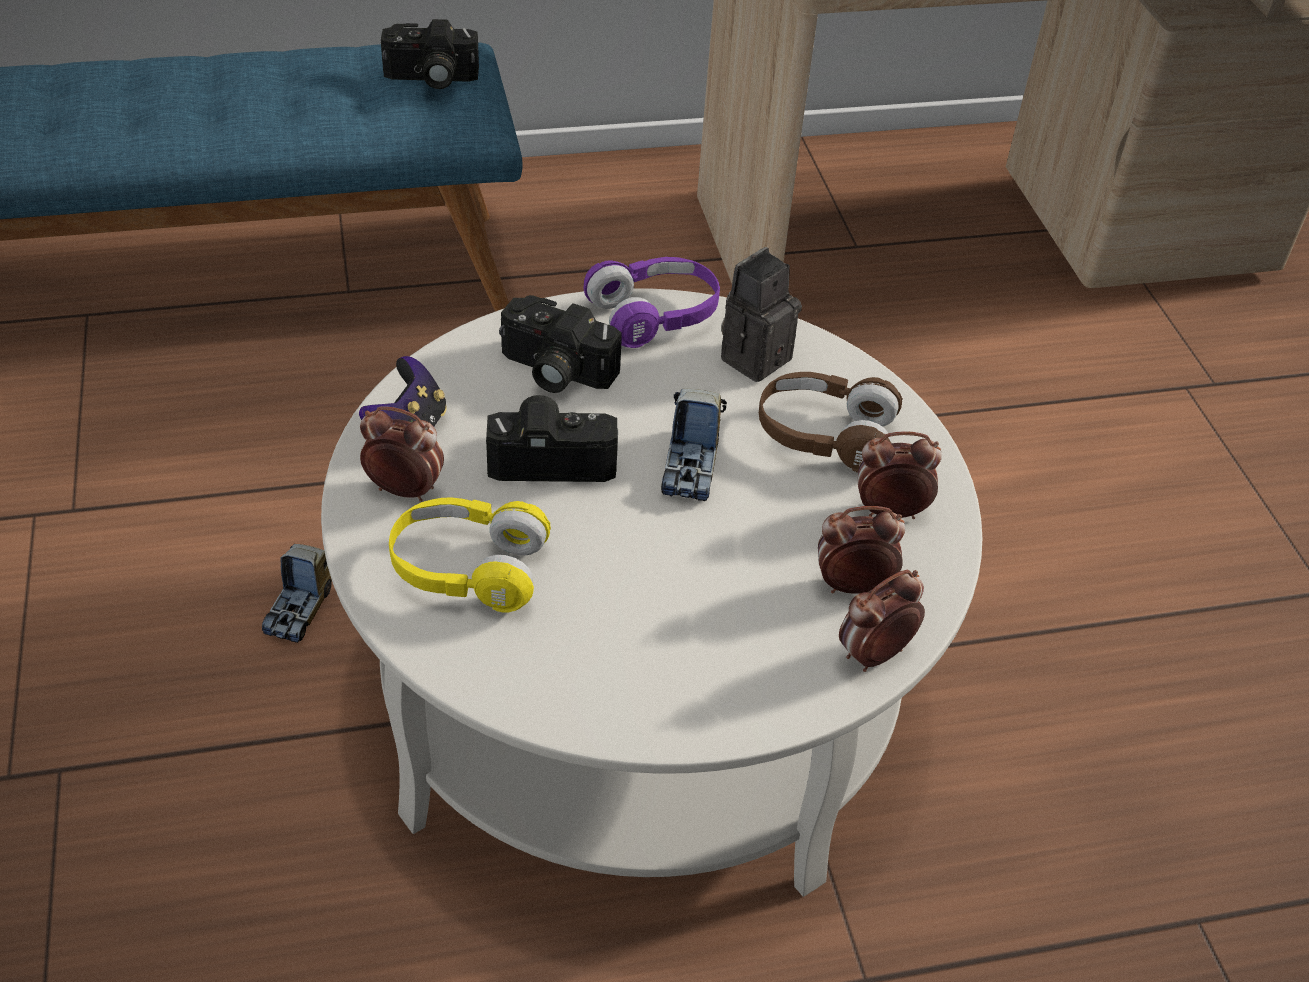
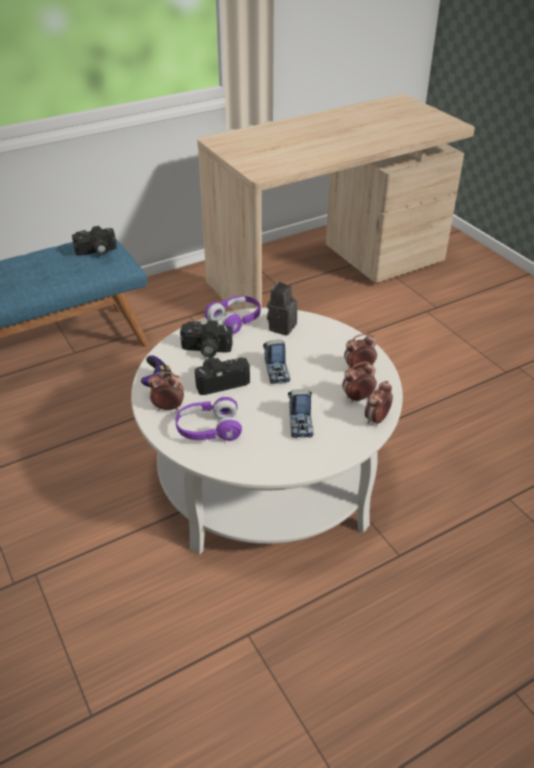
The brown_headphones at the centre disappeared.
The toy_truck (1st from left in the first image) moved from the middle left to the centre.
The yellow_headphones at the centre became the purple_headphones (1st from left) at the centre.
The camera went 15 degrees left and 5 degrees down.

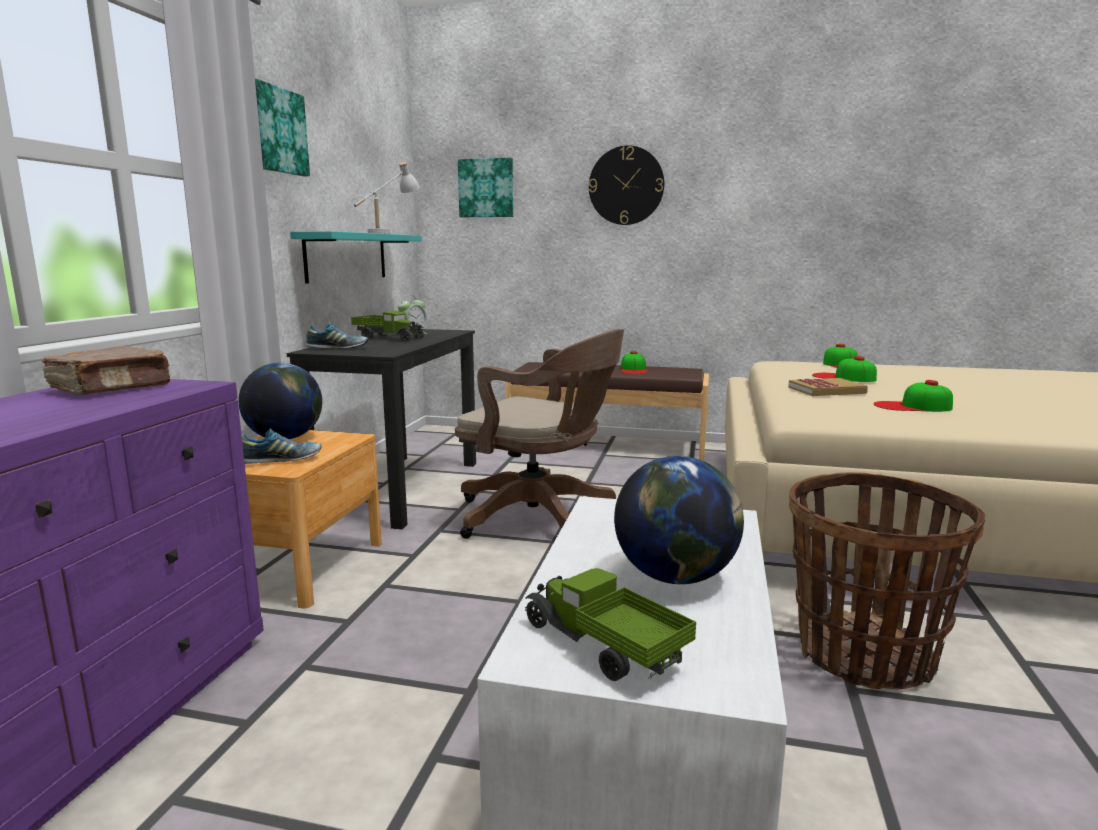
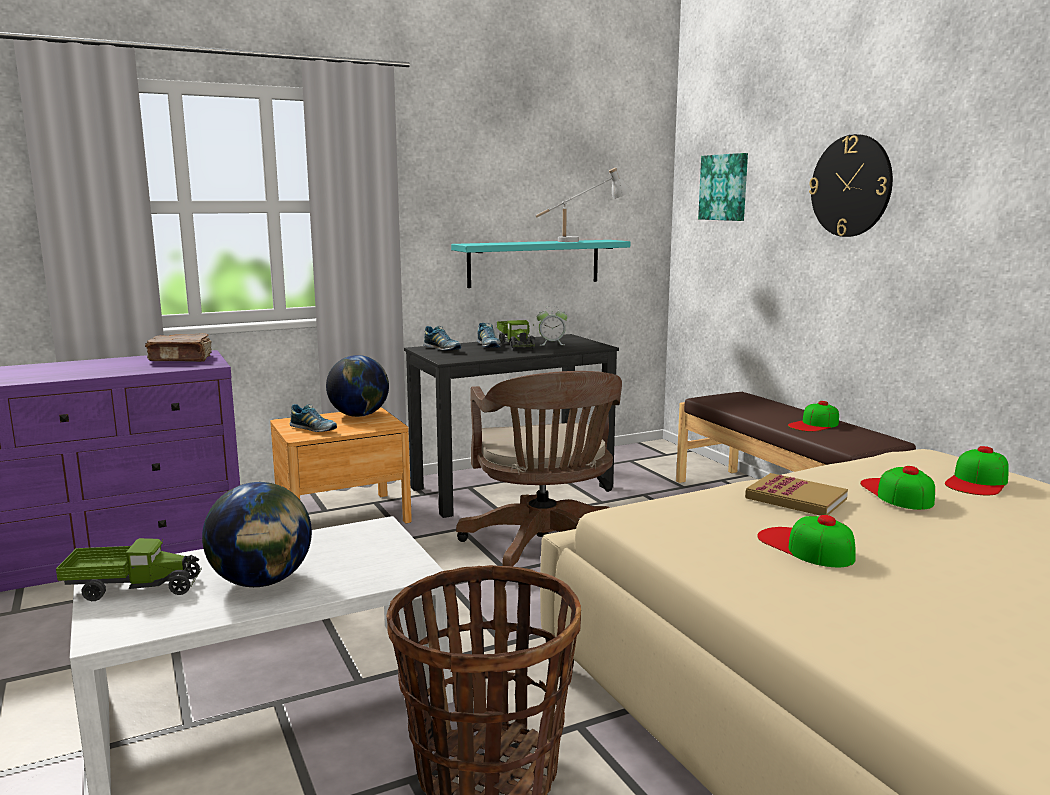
The picture (1st from left) at the top left disappeared.
The shoe (3rd from left) at the centre appeared.
The toy_truck (2nd from left in the first image) at the bottom centre turned 75 degrees clockwise.
The camera went 50 degrees right and 0 degrees up.

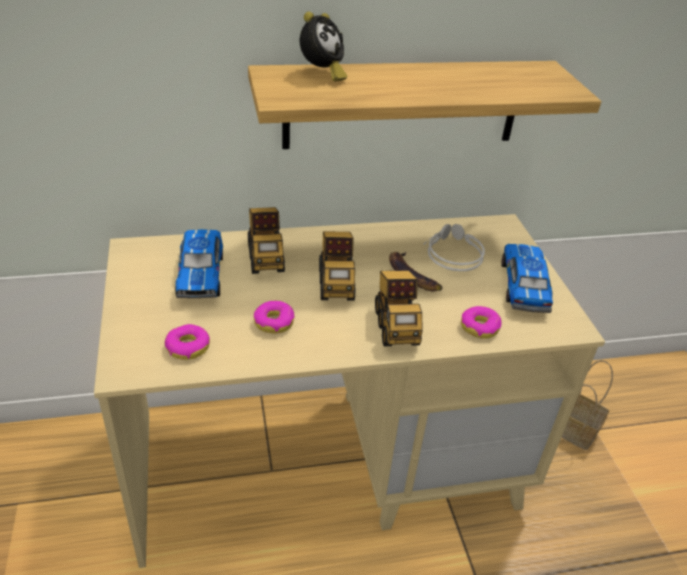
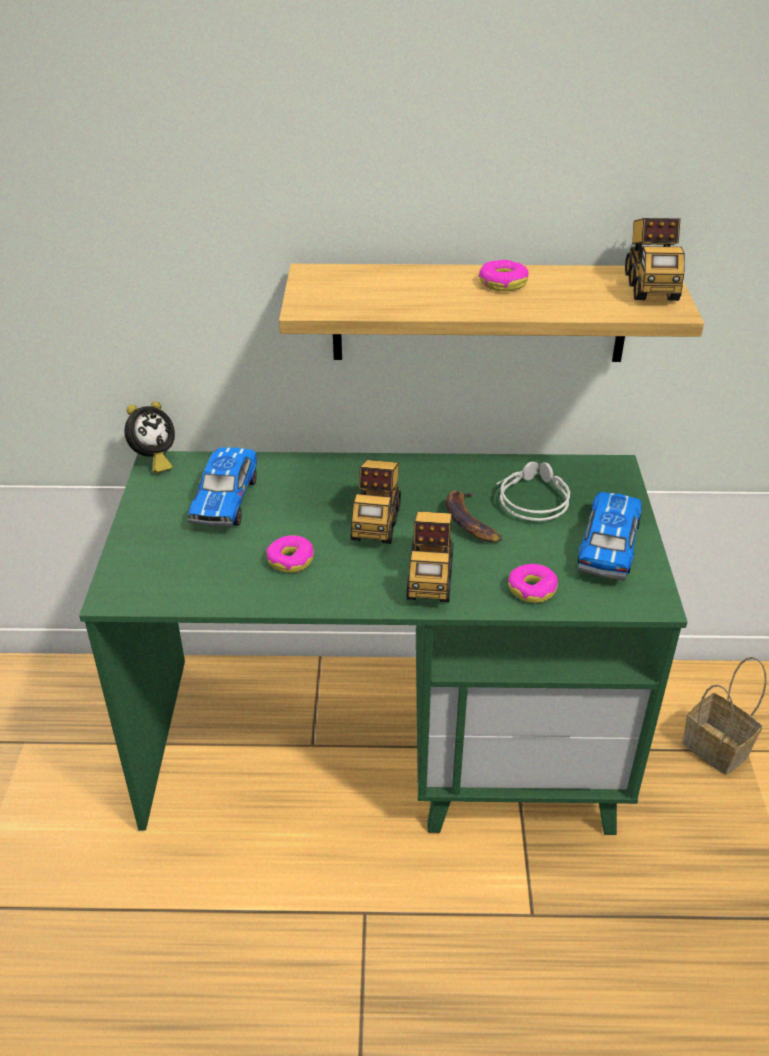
The donut (1st from left in the first image) moved from the middle left to the top centre.
The toy_truck (1st from left in the first image) moved from the centre to the top right.
The alarm_clock moved from the top centre to the middle left.
The beige_desk at the bottom centre became the green_desk at the centre.
The camera went 15 degrees right and 0 degrees up.

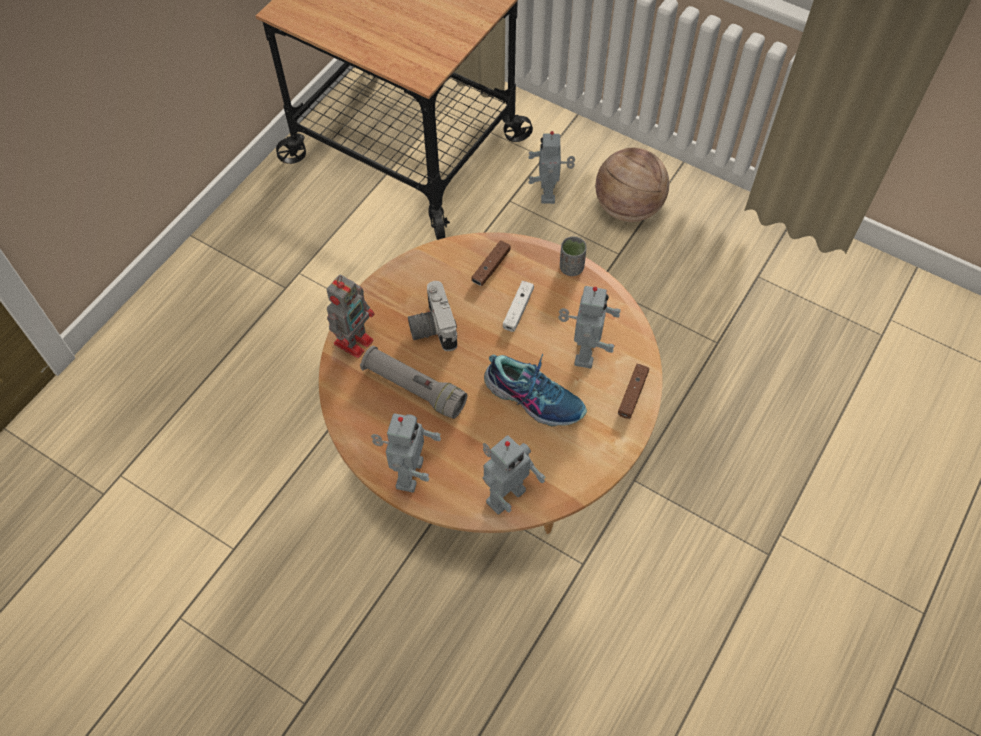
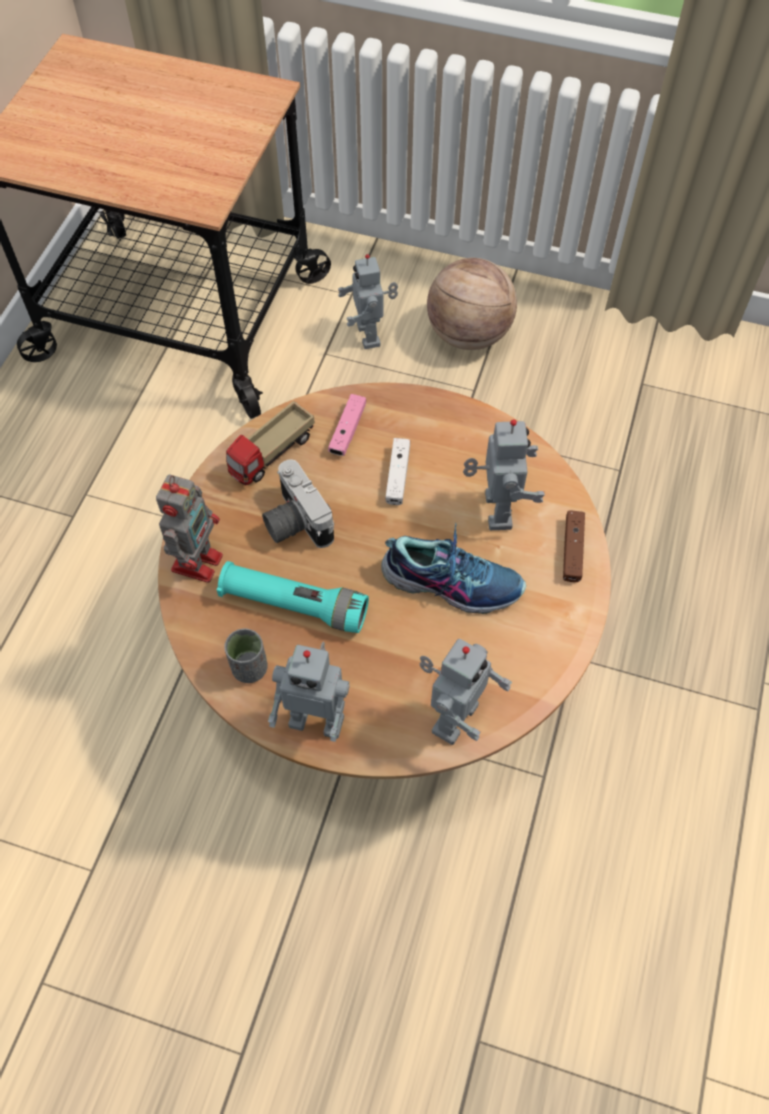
The toy_truck at the centre appeared.
The grey_cup moved from the centre to the middle left.
The grey_flashlight at the centre became the turquoise_flashlight at the centre.
The brown_game_controller (1st from left) at the centre became the pink_game_controller at the centre.
The toy_robot (2nd from left) at the centre turned 105 degrees clockwise.
The camera went 15 degrees left and 0 degrees up.

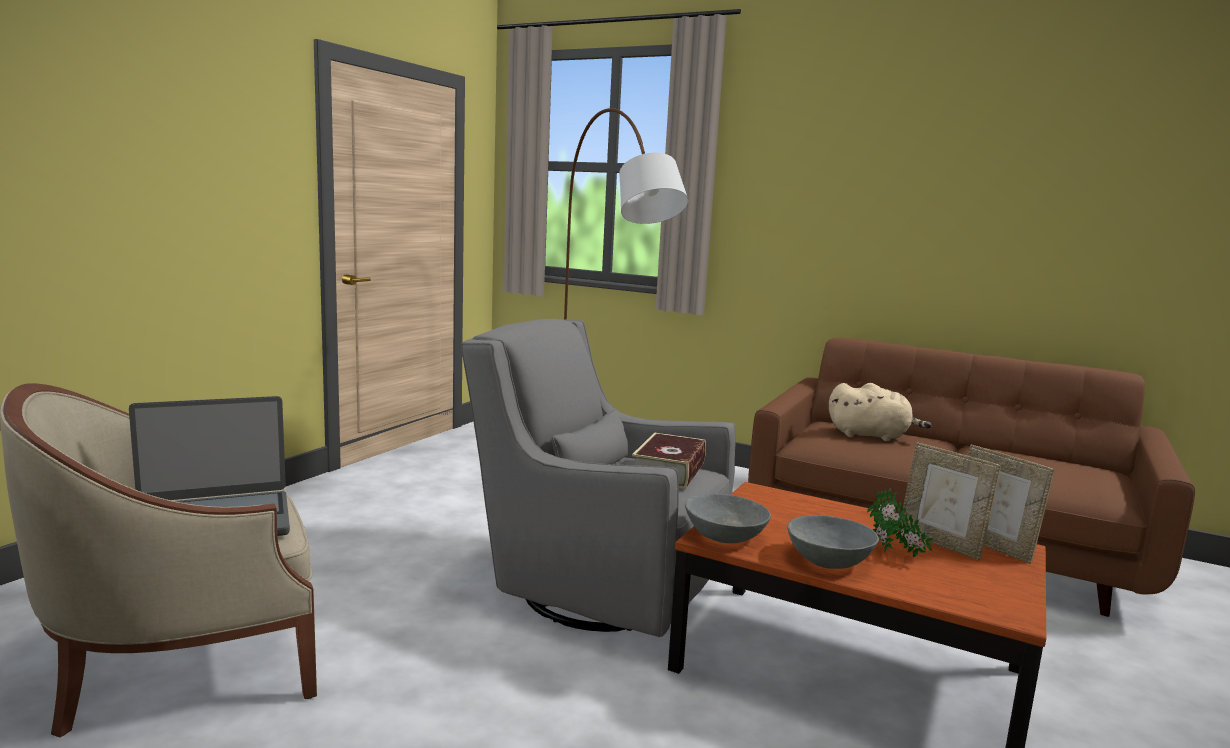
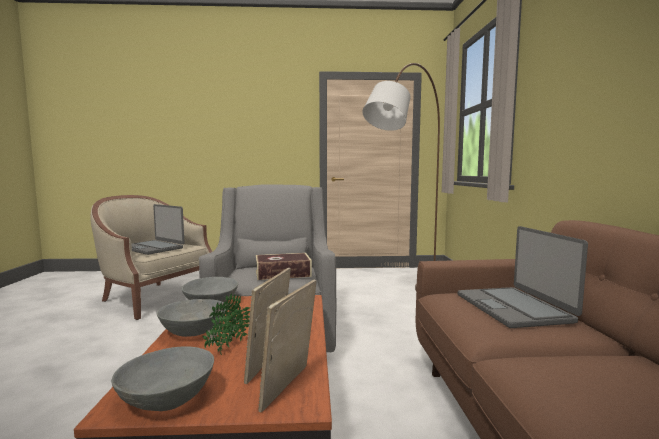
The grey_bowl (1st from left) at the bottom left appeared.
The beige_plush_toy at the middle right was replaced by the laptop (2nd from left) at the middle right.
The camera went 60 degrees right and 5 degrees down.

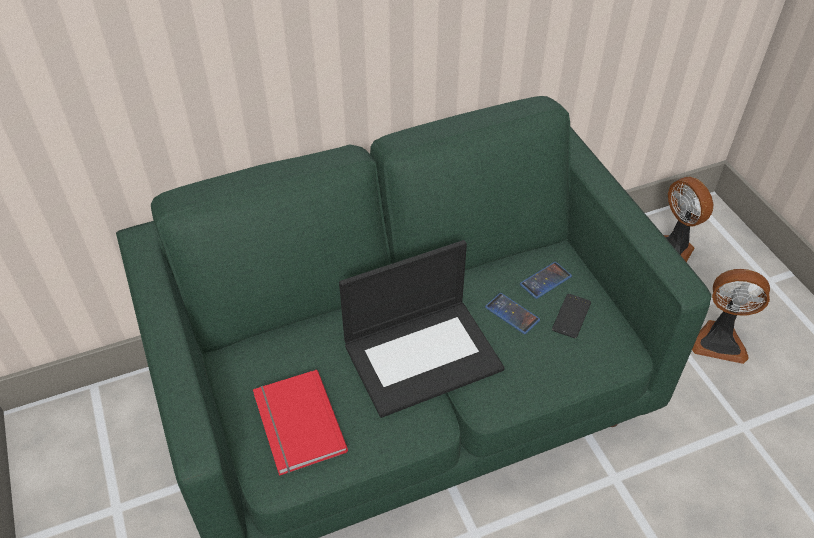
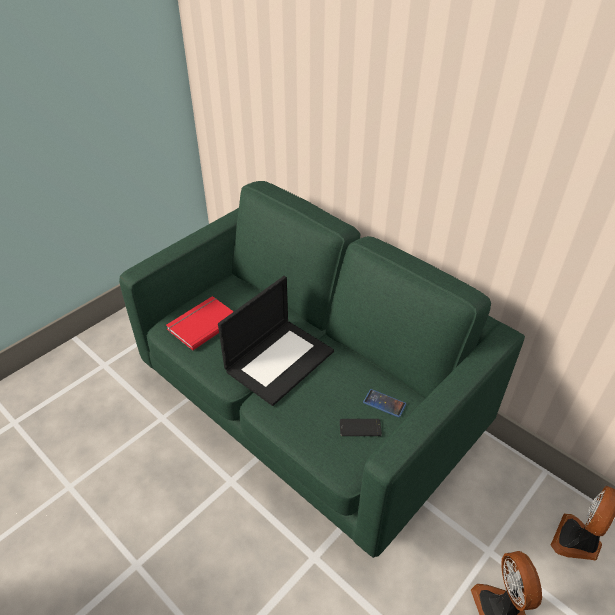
The phone (1st from left) at the centre disappeared.
The laptop at the centre turned 90 degrees counterclockwise.
The camera went 65 degrees right and 5 degrees down.

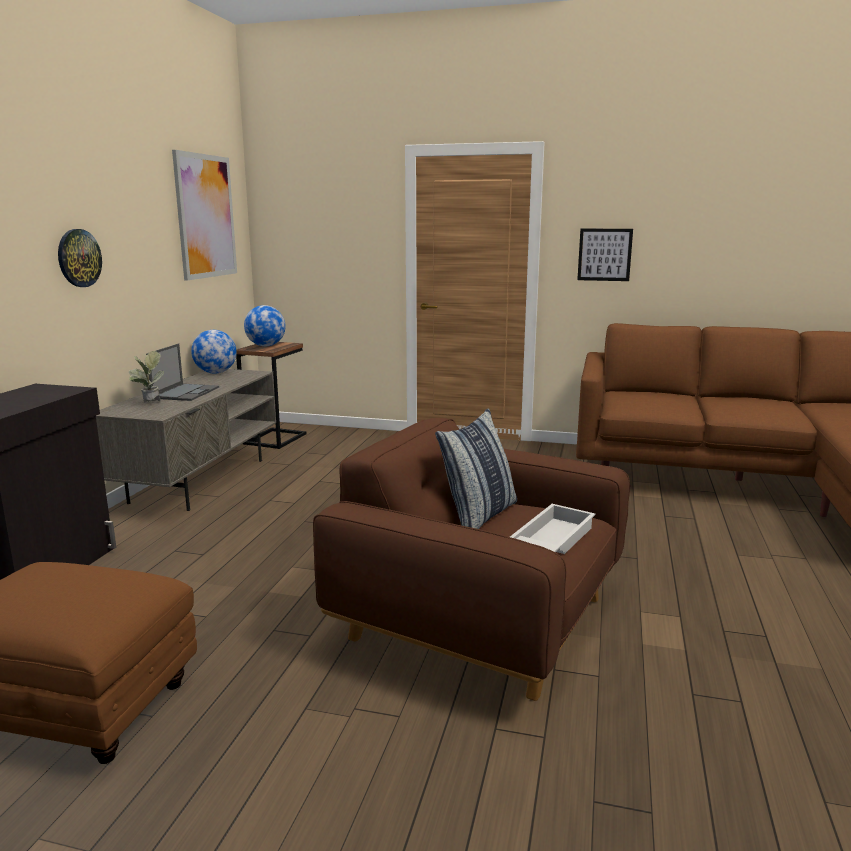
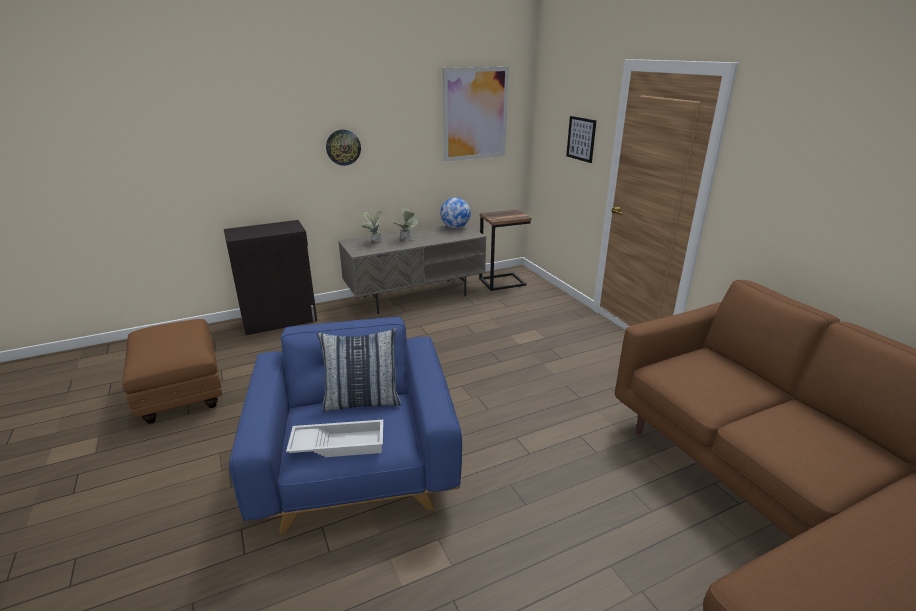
The globe (2nd from left) at the middle left disappeared.
The picture (2nd from left) moved from the top right to the top centre.
The laptop at the middle left was replaced by the potted_plant (2nd from left) at the centre.
The brown_armchair at the centre became the blue_armchair at the bottom centre.
The camera went 50 degrees right and 10 degrees up.

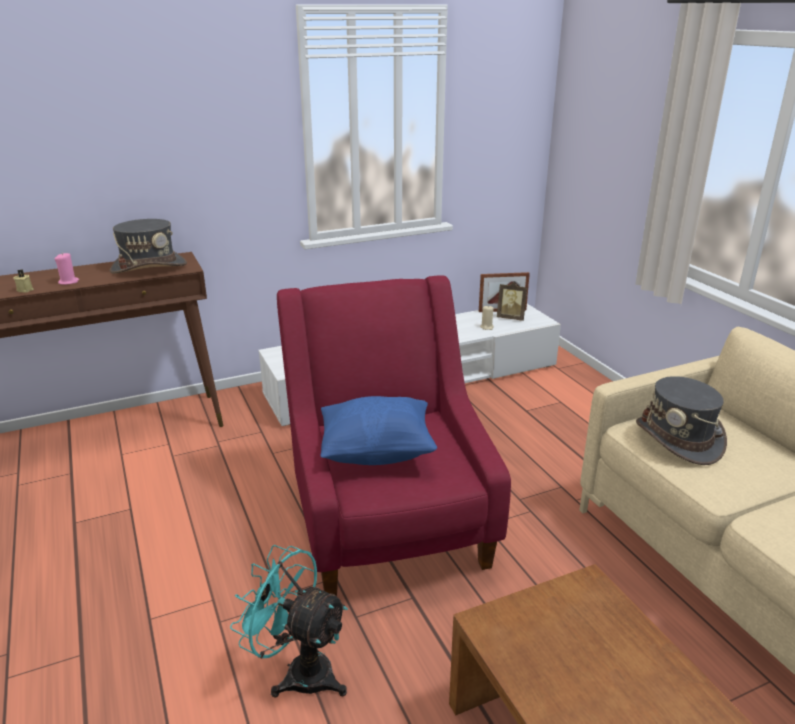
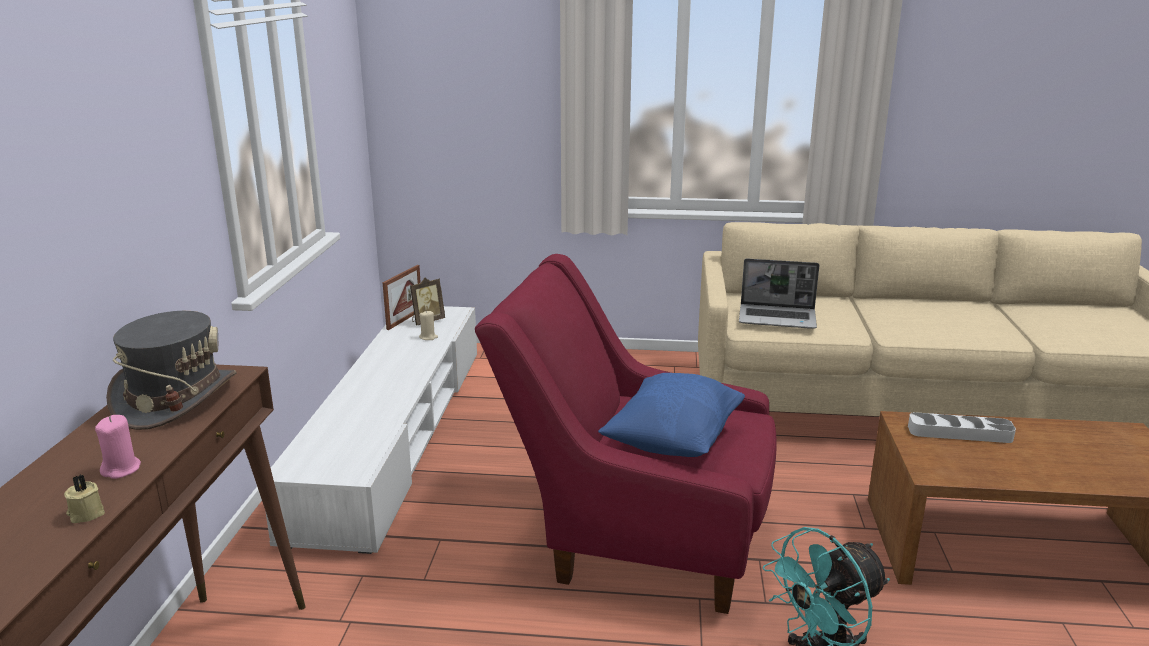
The grey_tray at the middle right appeared.
The grey_hat (2nd from left) at the middle right was replaced by the laptop at the middle right.
The camera went 60 degrees left and 5 degrees down.

